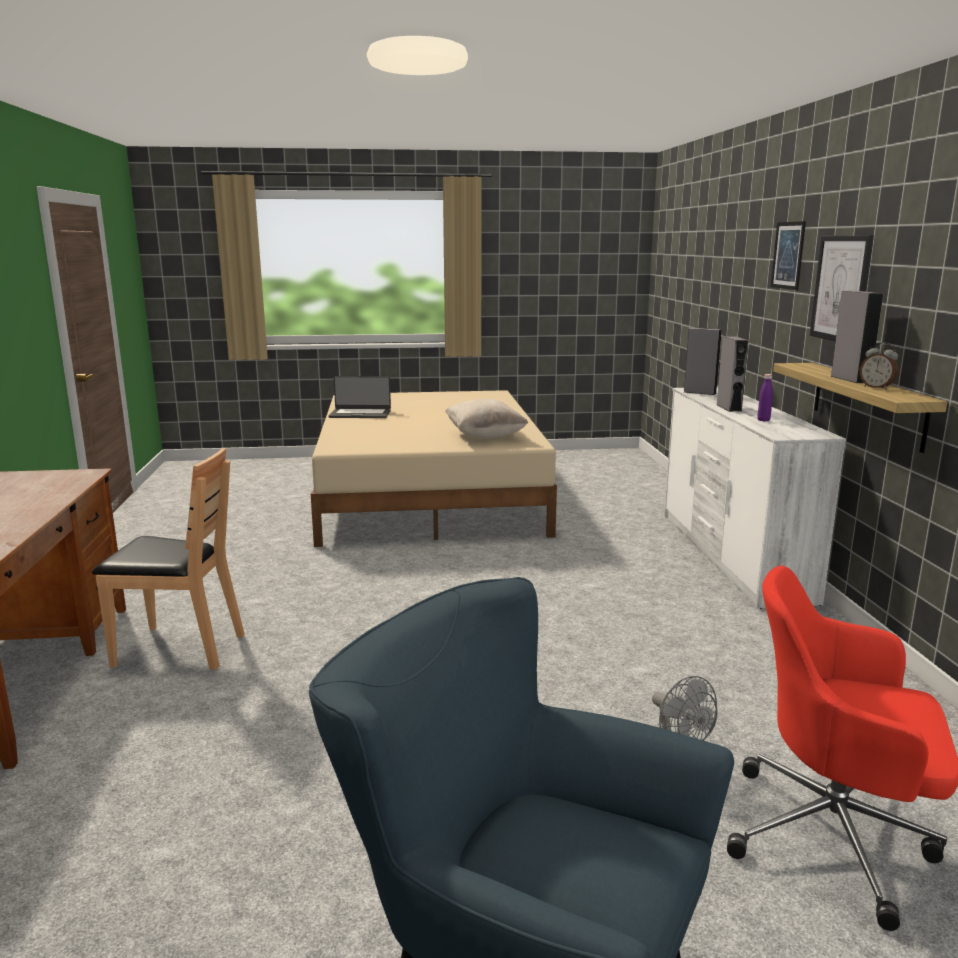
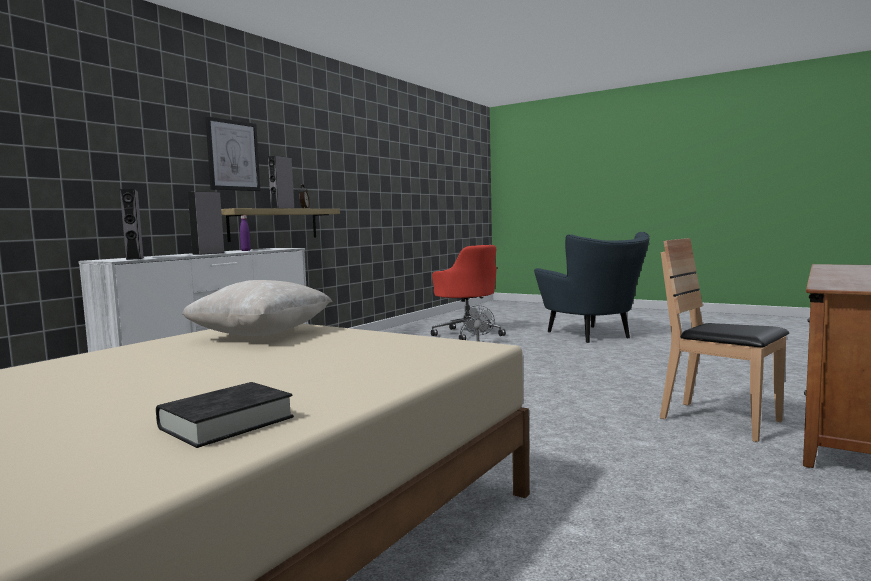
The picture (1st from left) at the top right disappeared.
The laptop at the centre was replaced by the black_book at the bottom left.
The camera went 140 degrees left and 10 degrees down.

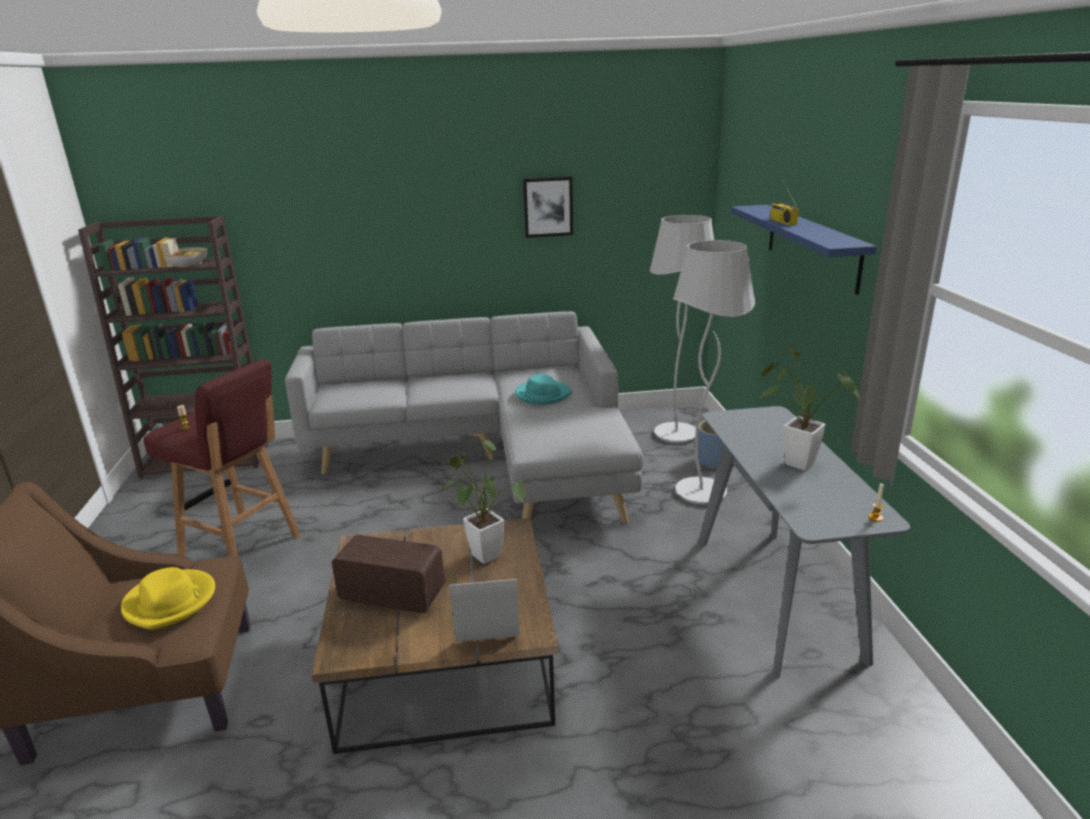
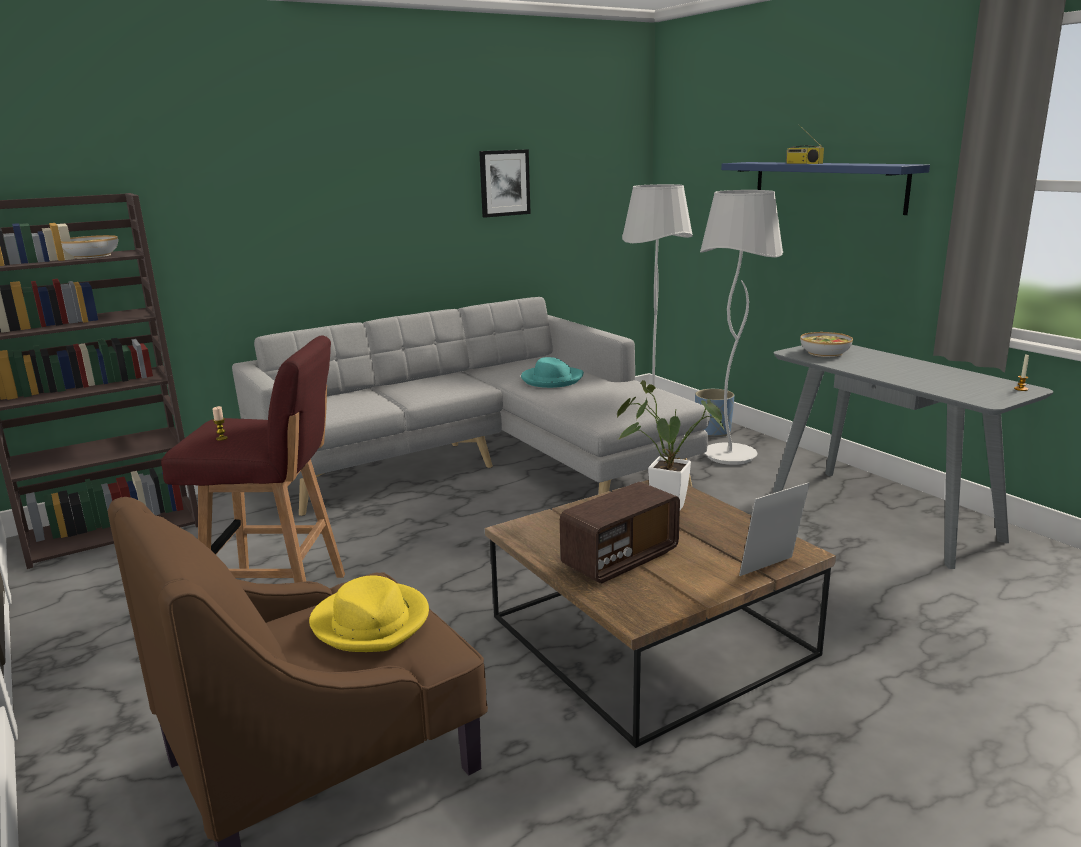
The potted_plant (2nd from left) at the middle right disappeared.
The bowl (2nd from left) at the middle right appeared.
The radio (1st from left) at the bottom centre turned 150 degrees clockwise.
The camera went 25 degrees left and 5 degrees down.

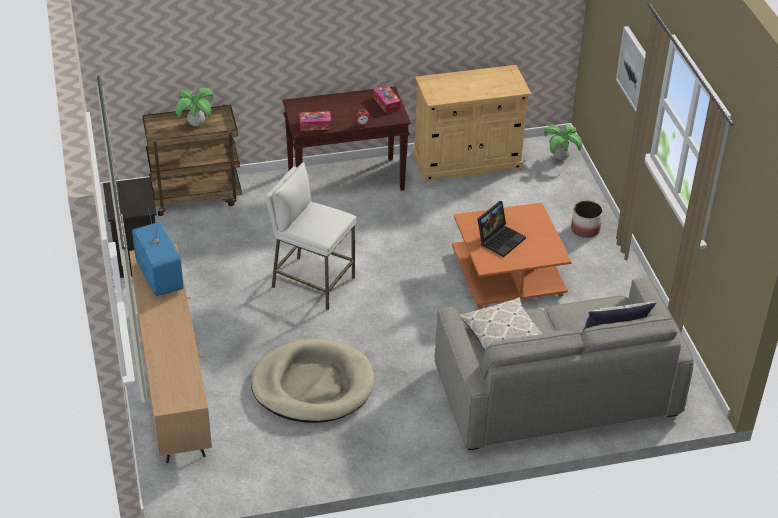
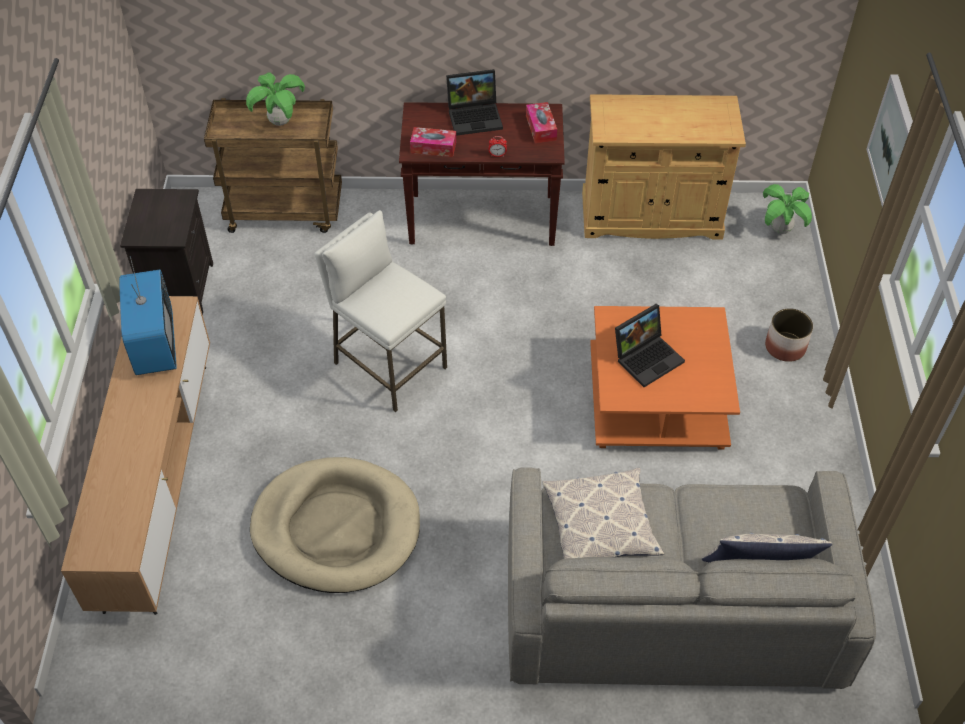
The laptop (1st from left) at the top centre appeared.
The camera went 15 degrees right and 10 degrees up.

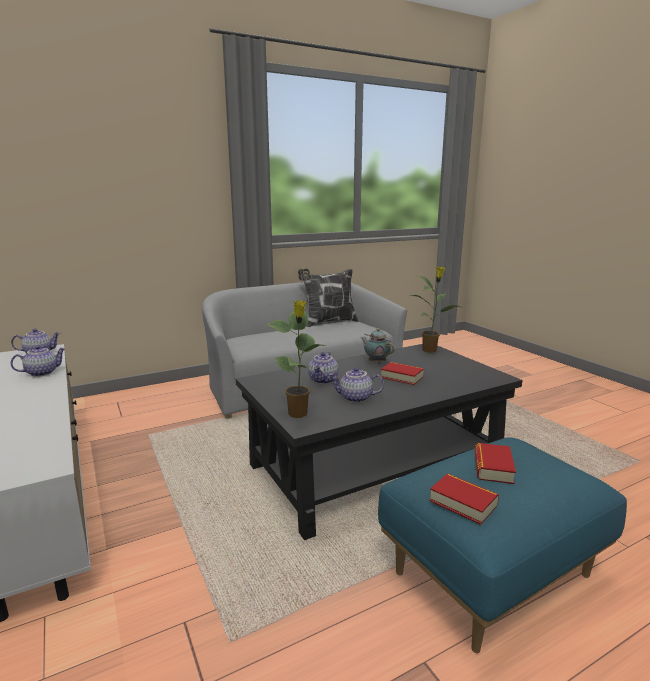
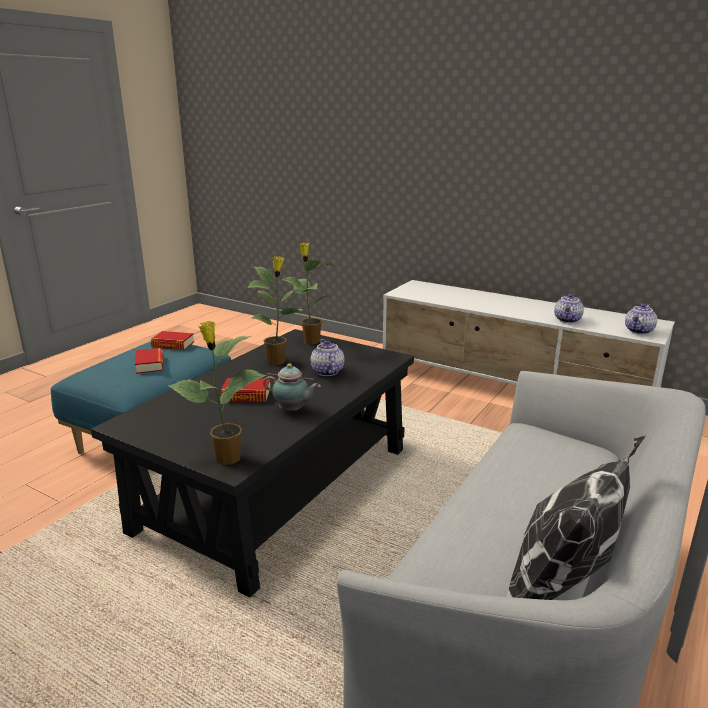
The teapot (4th from left) at the centre was replaced by the potted_plant (2nd from left) at the centre.
The camera went 150 degrees right and 5 degrees up.

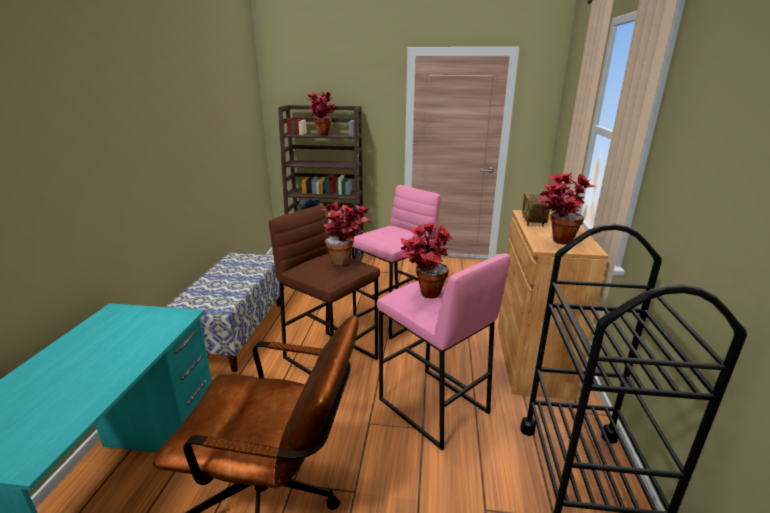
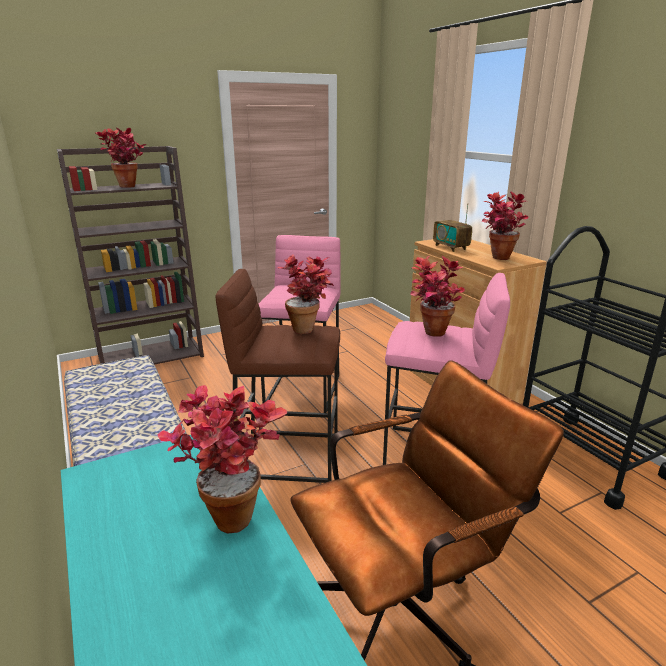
The potted_plant (2nd from left) at the bottom centre appeared.
The camera went 35 degrees left and 0 degrees up.

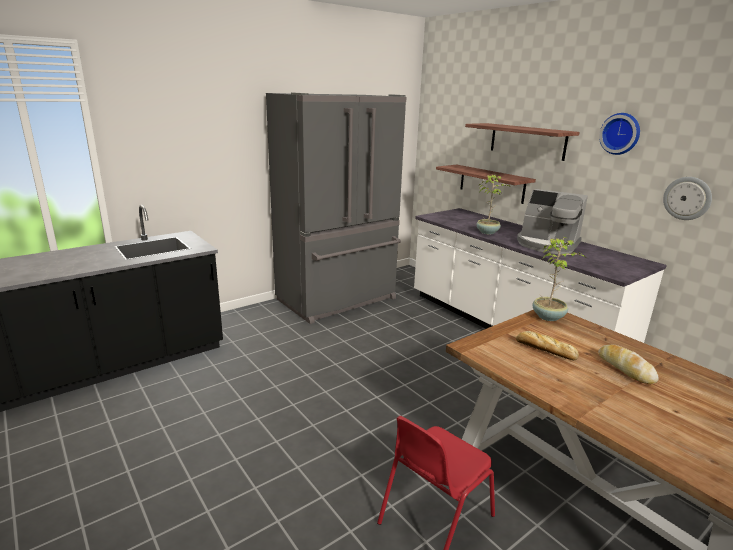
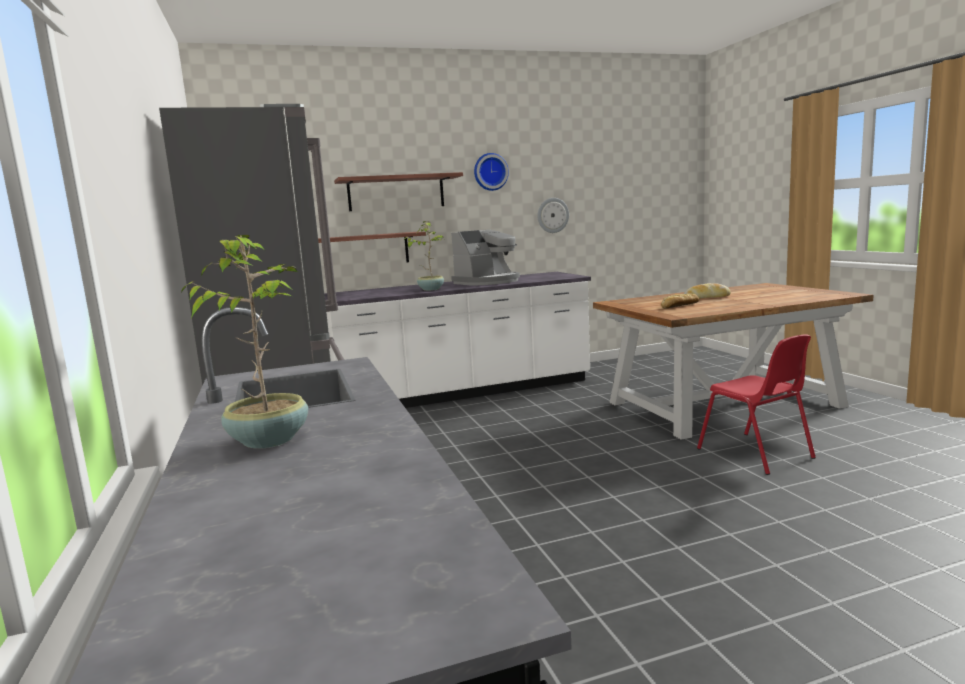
The potted_plant (2nd from left in the first image) moved from the middle right to the middle left.
The camera went 70 degrees left and 10 degrees down.

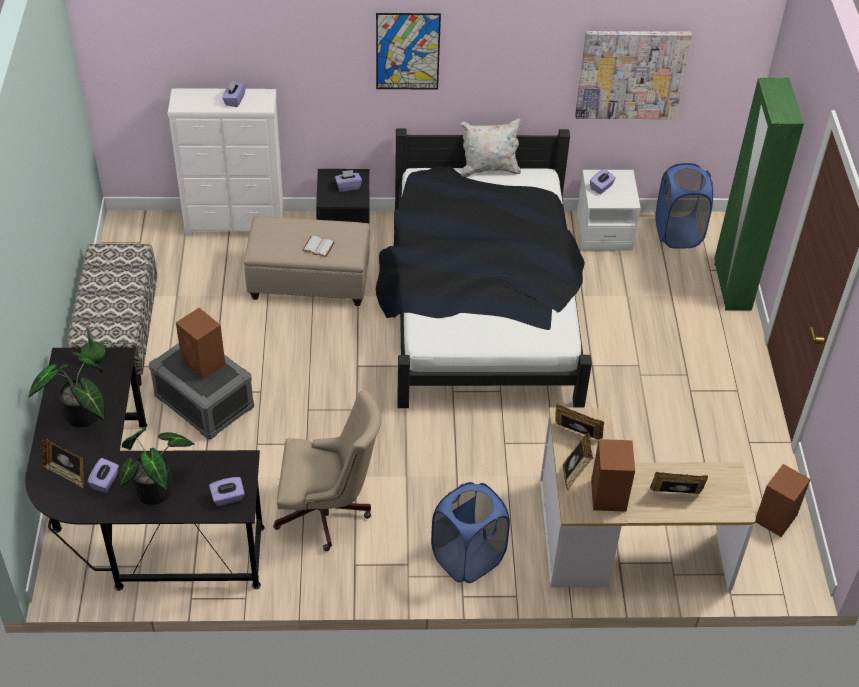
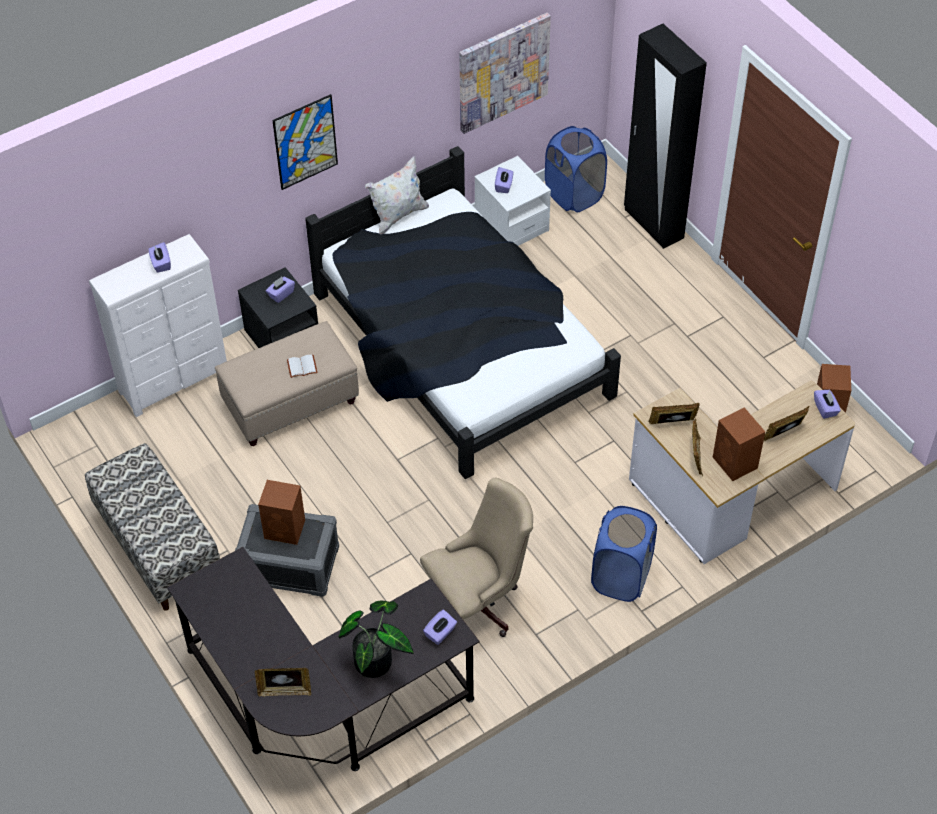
The potted_plant (1st from left) at the middle left disappeared.
The green_bottle at the middle left disappeared.
The purple_tissue_box (1st from left in the first image) moved from the bottom left to the middle right.
The green_wardrobe at the top right became the black_wardrobe at the top right.
The camera went 30 degrees left and 5 degrees up.

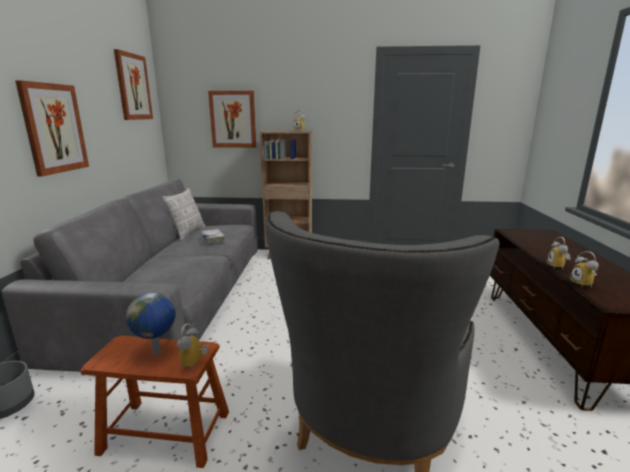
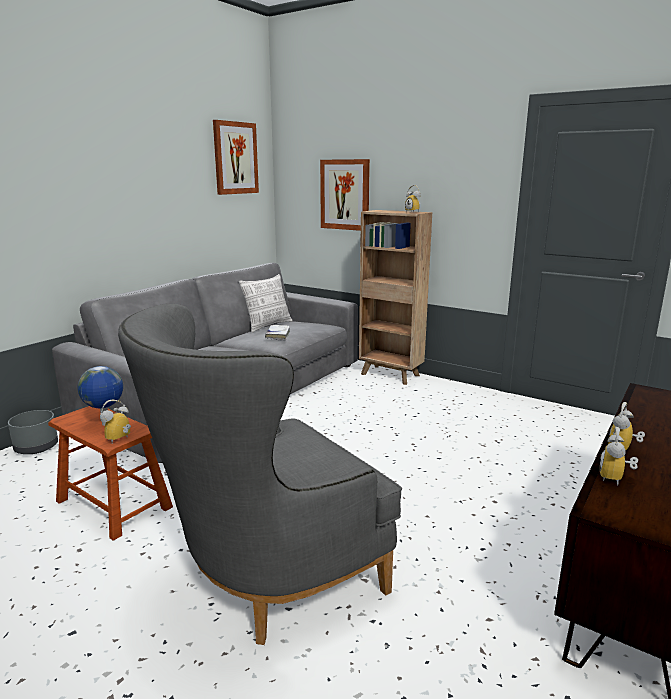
The picture (1st from left) at the top left disappeared.
The camera went 30 degrees right and 0 degrees up.

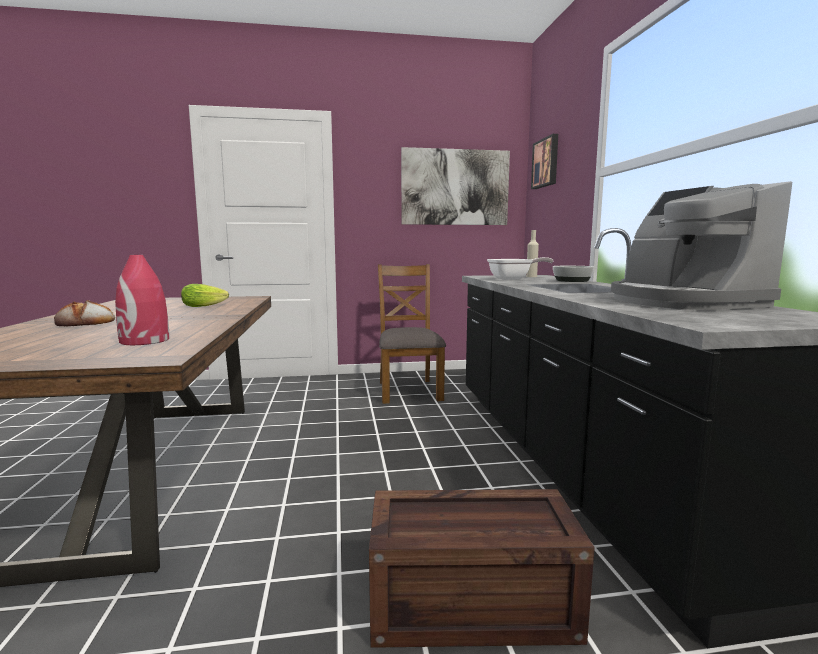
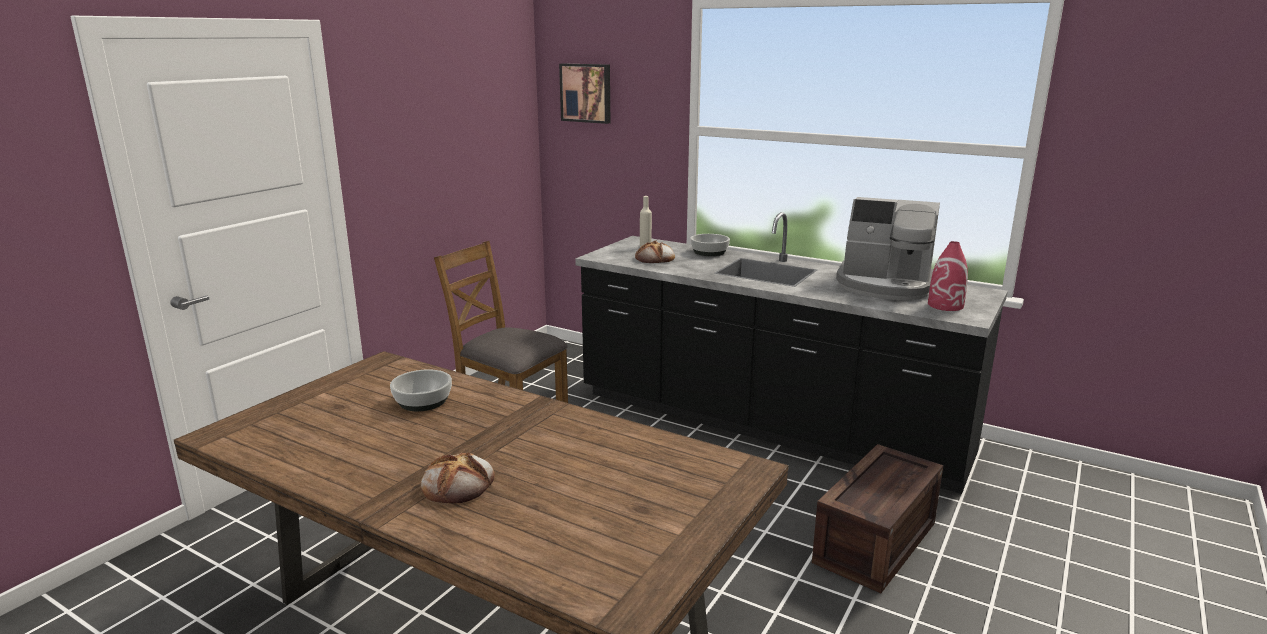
The picture (1st from left) at the top centre disappeared.
The red_vase moved from the middle left to the middle right.
The lettuce at the middle left was replaced by the bowl (1st from left) at the middle left.
The frying_pan at the centre was replaced by the bread (2nd from left) at the centre.
The camera went 50 degrees left and 10 degrees up.

